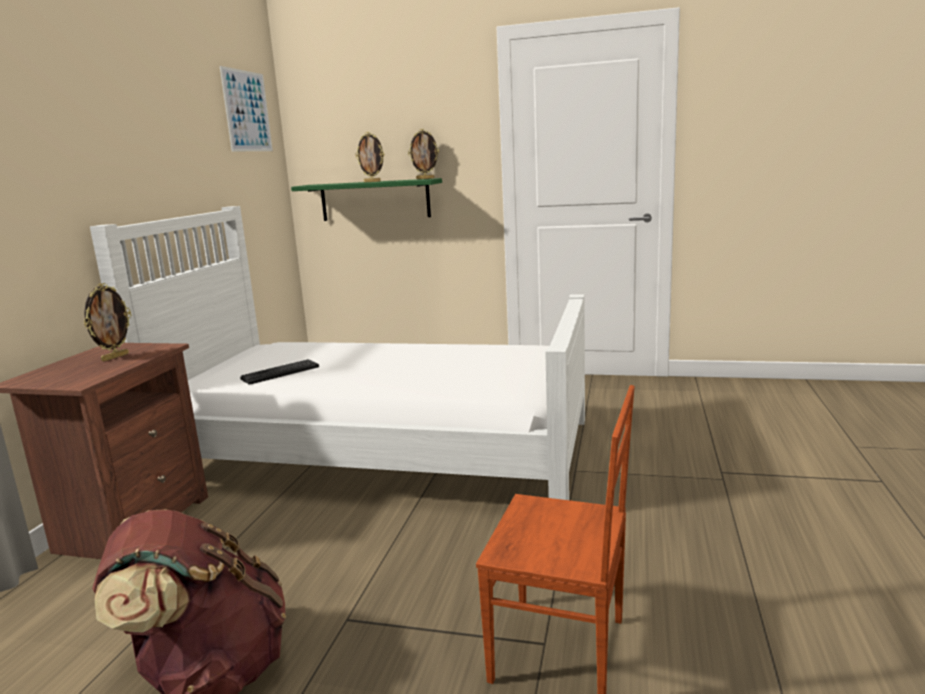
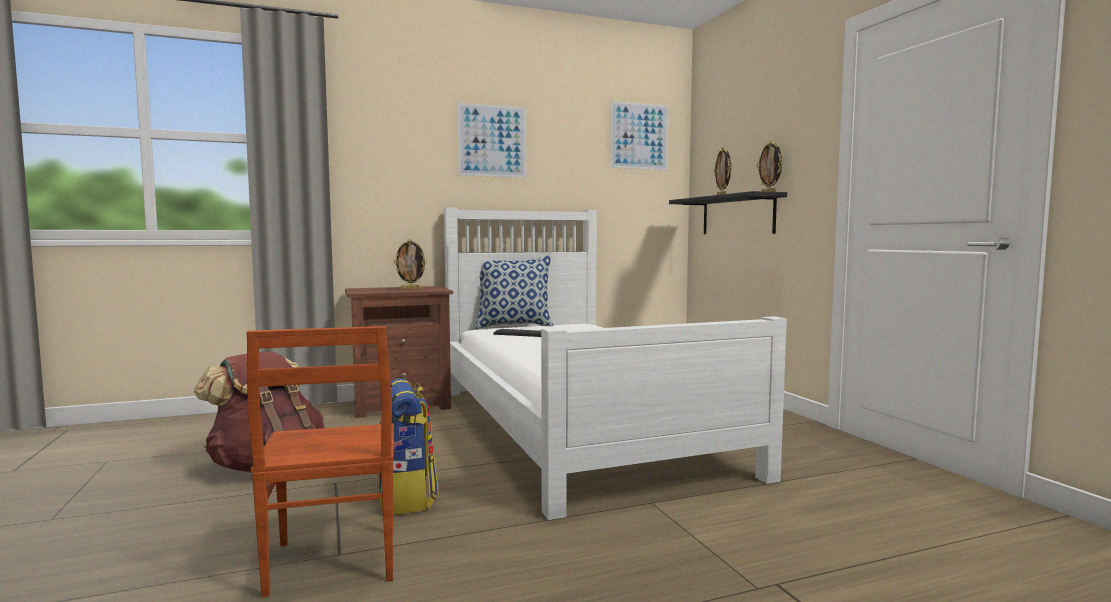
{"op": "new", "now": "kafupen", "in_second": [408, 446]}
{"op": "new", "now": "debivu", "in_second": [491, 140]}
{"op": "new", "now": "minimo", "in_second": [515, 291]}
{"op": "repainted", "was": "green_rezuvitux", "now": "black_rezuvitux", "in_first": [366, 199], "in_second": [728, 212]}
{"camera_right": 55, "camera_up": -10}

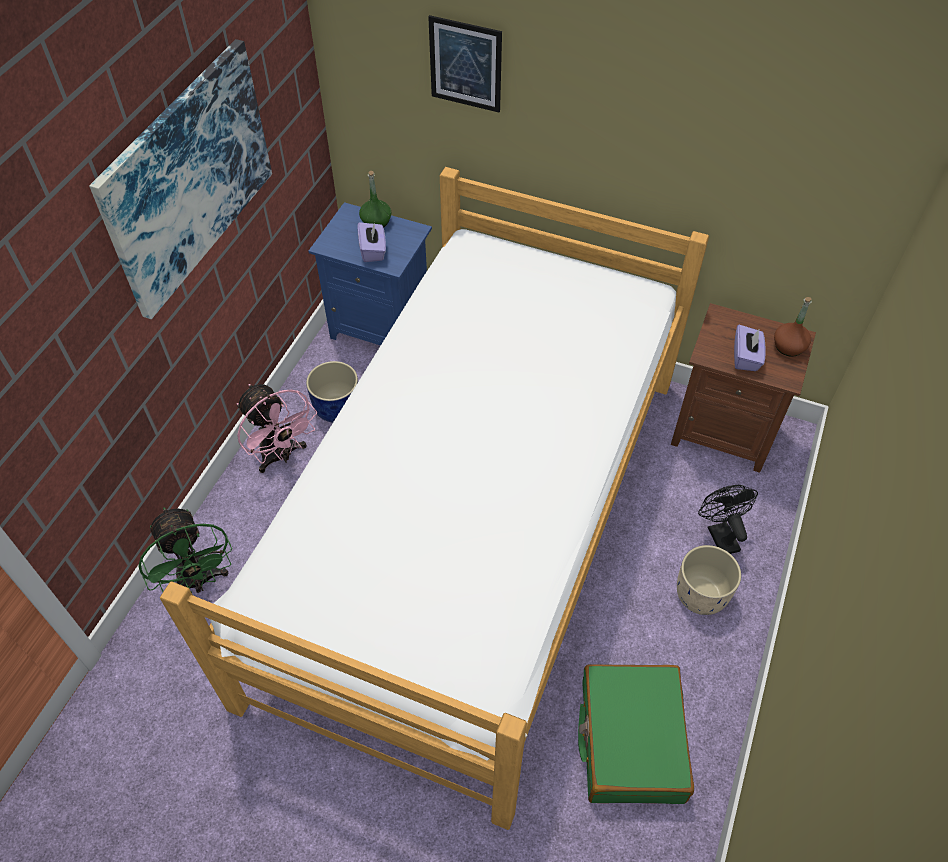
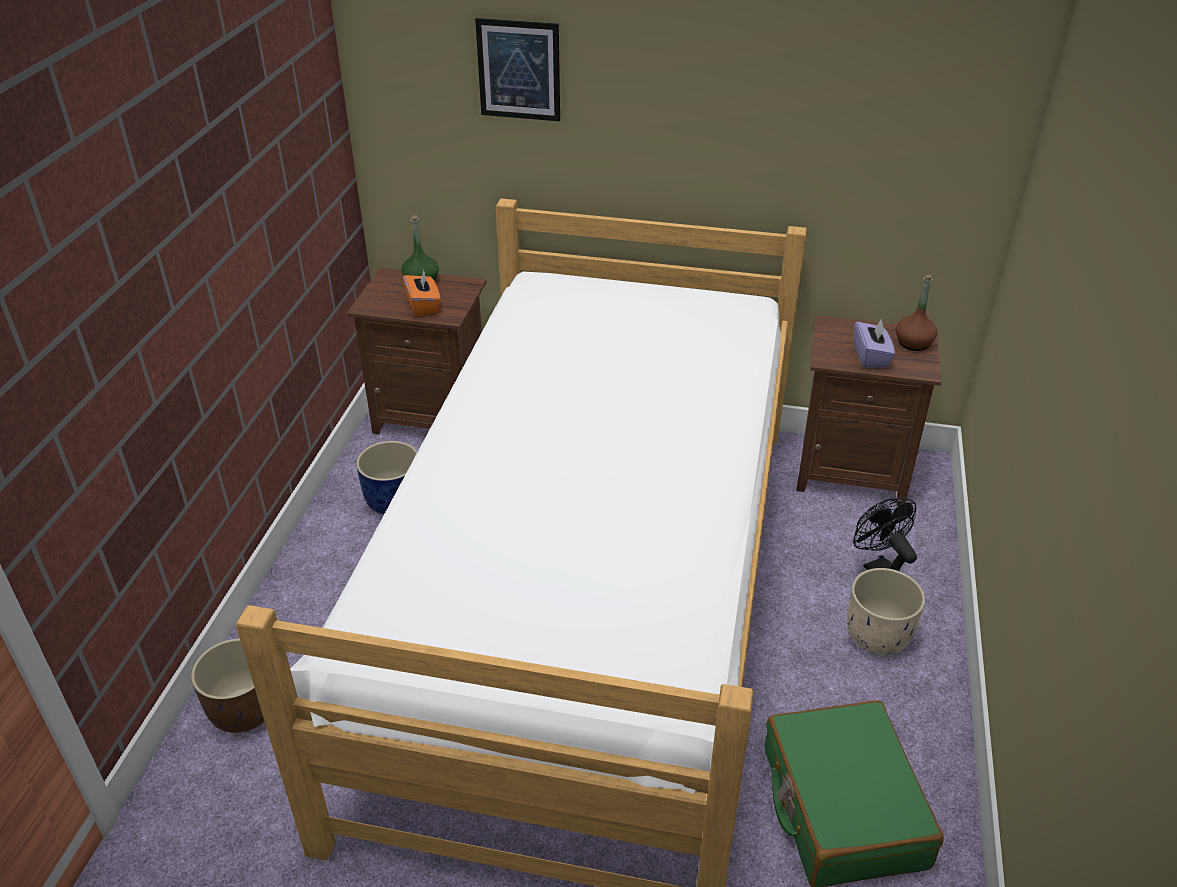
{"op": "gone", "was": "debivu", "in_first": [180, 179]}
{"op": "gone", "was": "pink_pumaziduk", "in_first": [277, 428]}
{"op": "swapped", "was": "green_pumaziduk", "now": "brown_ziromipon", "in_first": [185, 550], "in_second": [228, 685]}
{"op": "repainted", "was": "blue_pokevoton", "now": "brown_pokevoton", "in_first": [370, 274], "in_second": [417, 351]}
{"op": "repainted", "was": "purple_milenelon", "now": "orange_milenelon", "in_first": [371, 242], "in_second": [421, 293]}
{"camera_right": -10, "camera_up": -15}

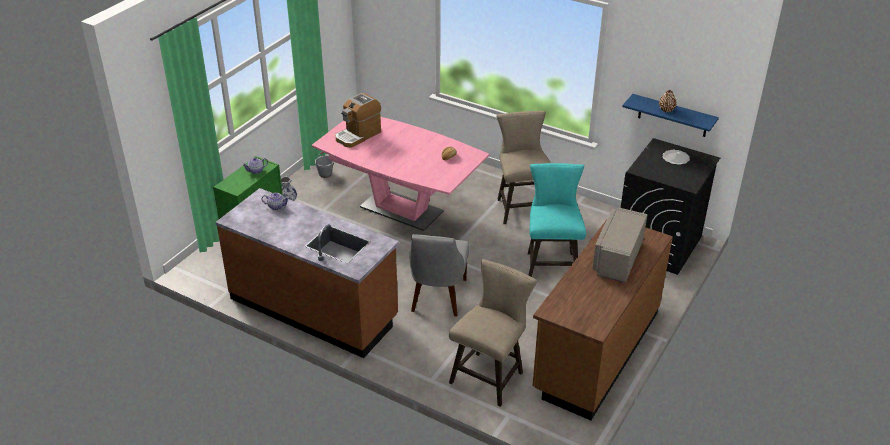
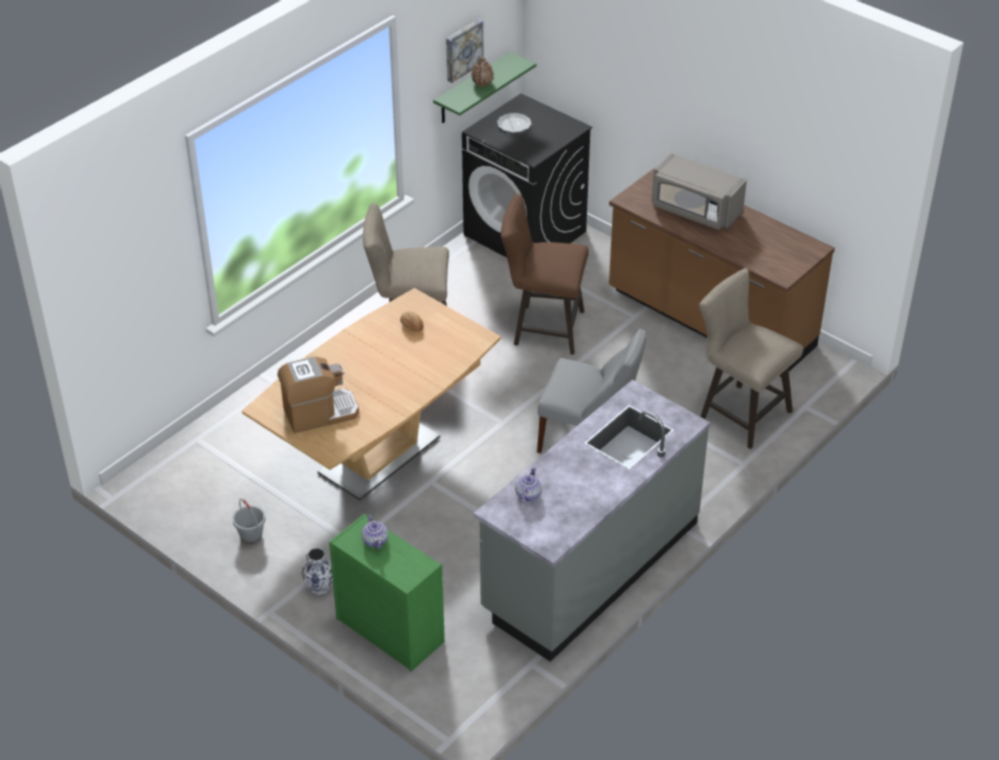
{"op": "new", "now": "debivu", "in_second": [465, 51]}
{"op": "repainted", "was": "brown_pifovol", "now": "grey_pifovol", "in_first": [307, 273], "in_second": [592, 521]}
{"op": "repainted", "was": "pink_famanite", "now": "brown_famanite", "in_first": [400, 174], "in_second": [371, 394]}
{"op": "repainted", "was": "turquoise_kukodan", "now": "brown_kukodan", "in_first": [557, 220], "in_second": [545, 274]}
{"op": "repainted", "was": "blue_rezuvitux", "now": "green_rezuvitux", "in_first": [670, 115], "in_second": [484, 87]}
{"op": "rotated", "was": "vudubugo", "in_first": [358, 120], "in_second": [318, 395], "clockwise": -75}
{"camera_right": -80, "camera_up": 5}

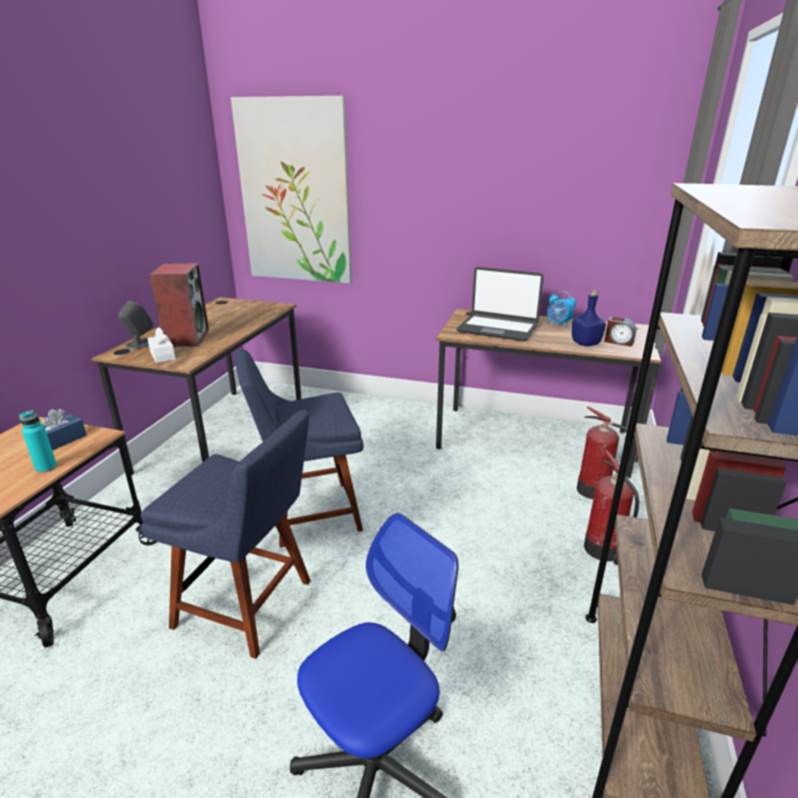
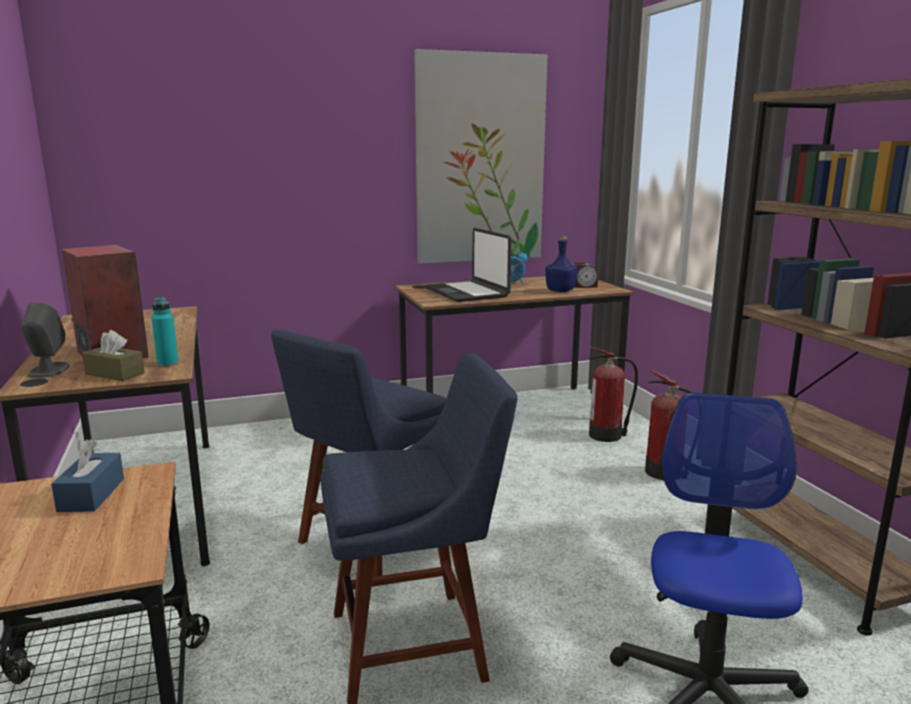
{"op": "shifted", "was": "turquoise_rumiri", "in_first": [38, 441], "in_second": [165, 332]}
{"op": "shifted", "was": "debivu", "in_first": [291, 189], "in_second": [480, 156]}
{"op": "repainted", "was": "white_milenelon", "now": "brown_milenelon", "in_first": [161, 345], "in_second": [113, 355]}
{"op": "rotated", "was": "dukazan", "in_first": [500, 304], "in_second": [468, 265], "clockwise": 75}
{"camera_right": -35, "camera_up": -10}

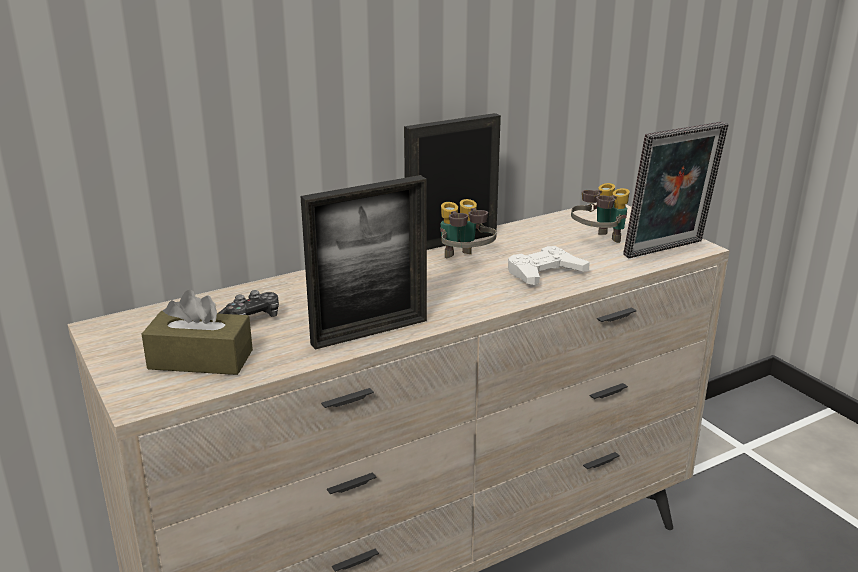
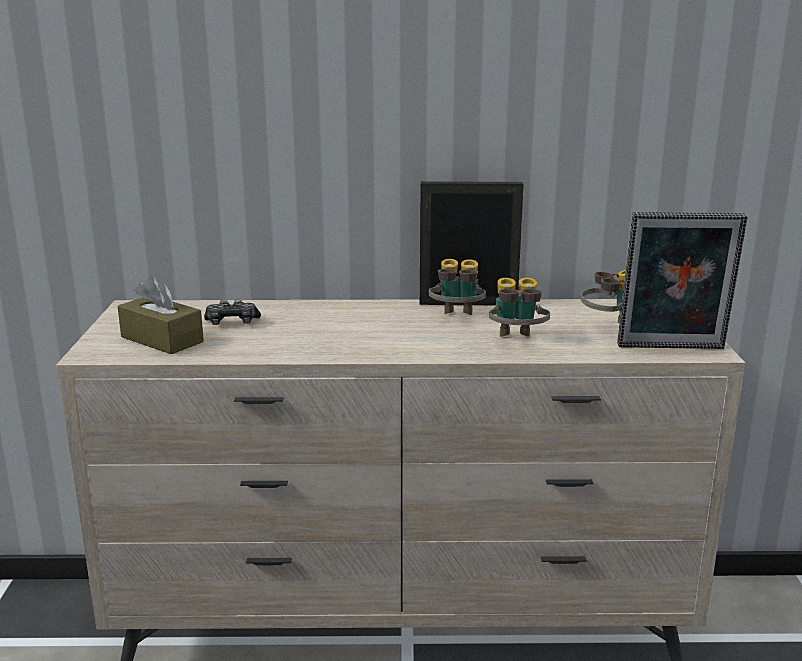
{"op": "gone", "was": "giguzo", "in_first": [363, 262]}
{"op": "swapped", "was": "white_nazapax", "now": "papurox", "in_first": [549, 265], "in_second": [519, 307]}
{"camera_right": 30, "camera_up": -5}

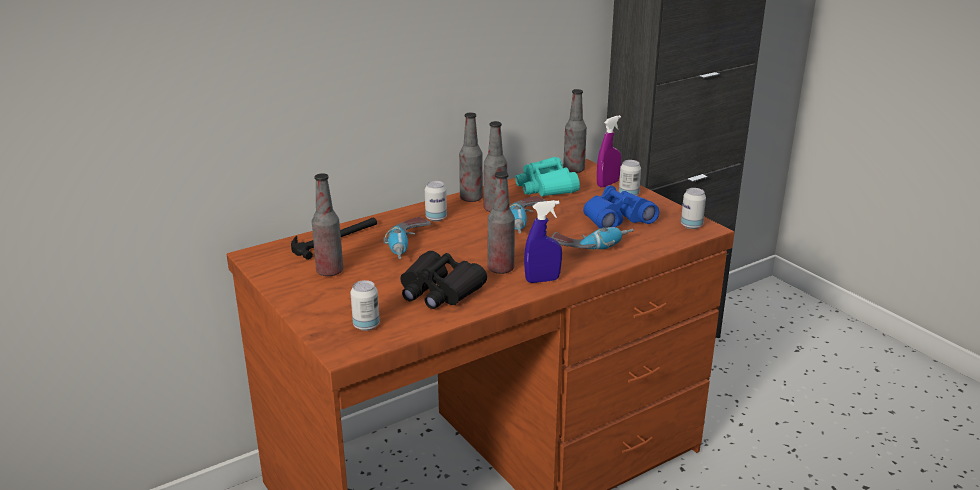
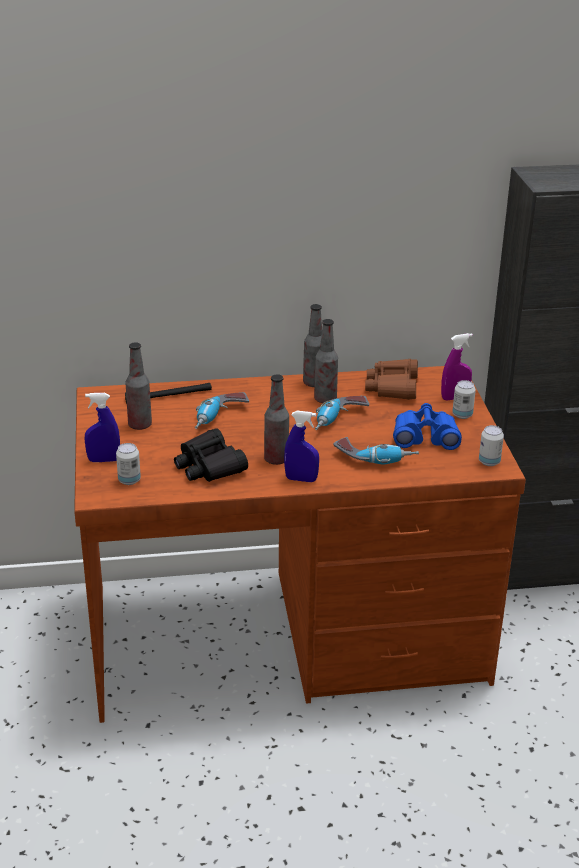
{"op": "gone", "was": "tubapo", "in_first": [436, 201]}
{"op": "gone", "was": "rumiri", "in_first": [575, 131]}
{"op": "new", "now": "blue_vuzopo", "in_second": [102, 427]}
{"op": "repainted", "was": "turquoise_papurox", "now": "brown_papurox", "in_first": [547, 177], "in_second": [391, 379]}
{"camera_right": 25, "camera_up": 5}

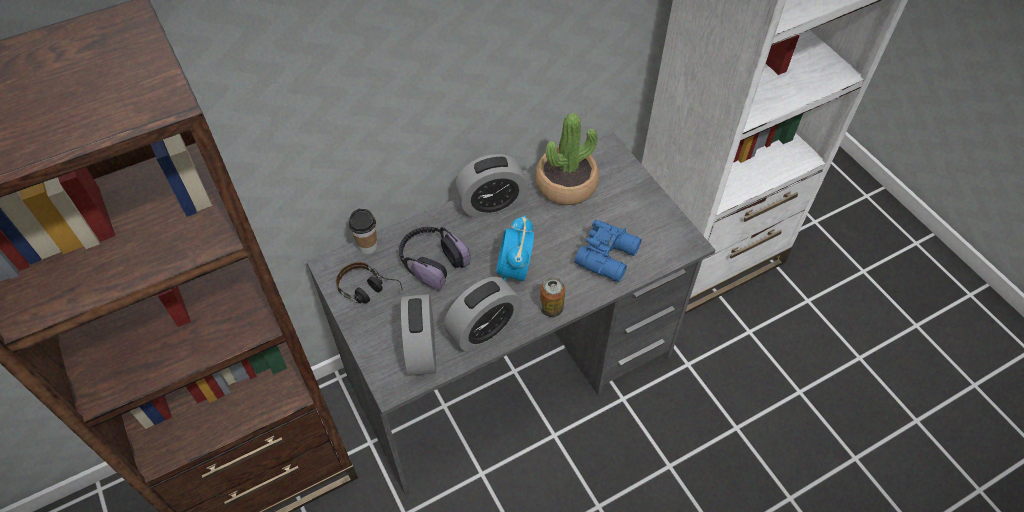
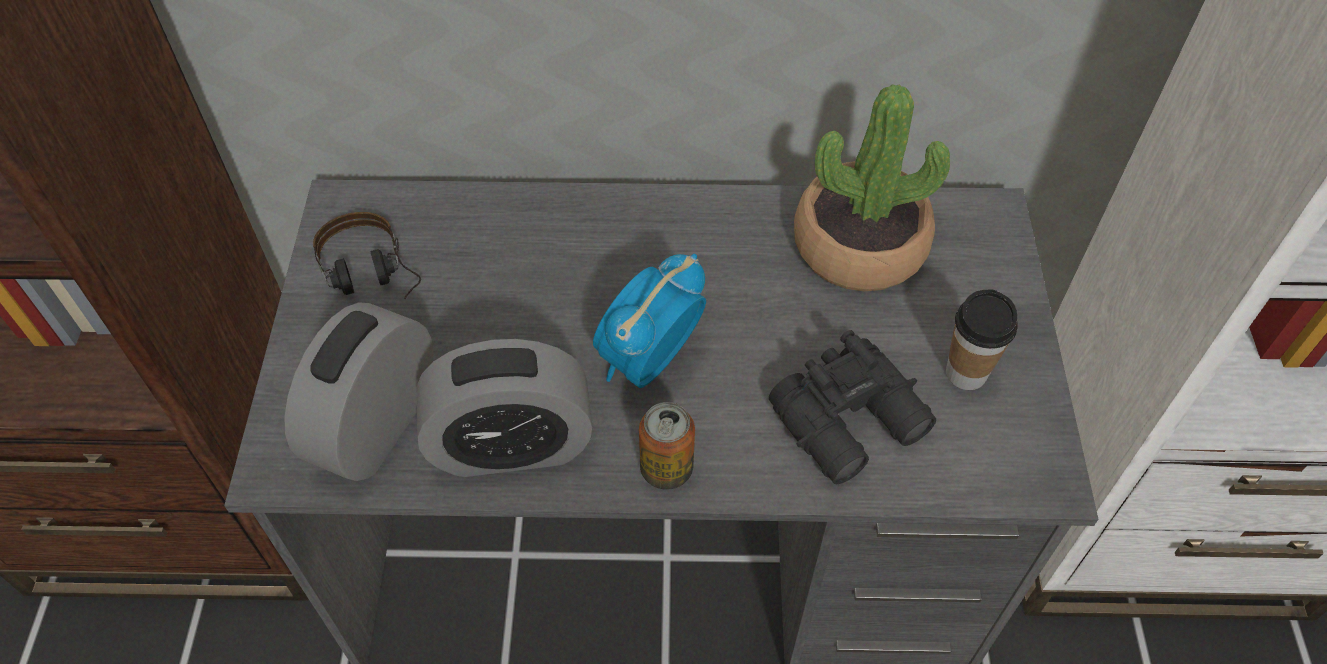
{"op": "gone", "was": "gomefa", "in_first": [435, 258]}
{"op": "gone", "was": "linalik", "in_first": [491, 186]}
{"op": "shifted", "was": "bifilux", "in_first": [363, 231], "in_second": [982, 340]}
{"op": "repainted", "was": "blue_papurox", "now": "black_papurox", "in_first": [608, 250], "in_second": [852, 407]}
{"camera_right": 30, "camera_up": 0}

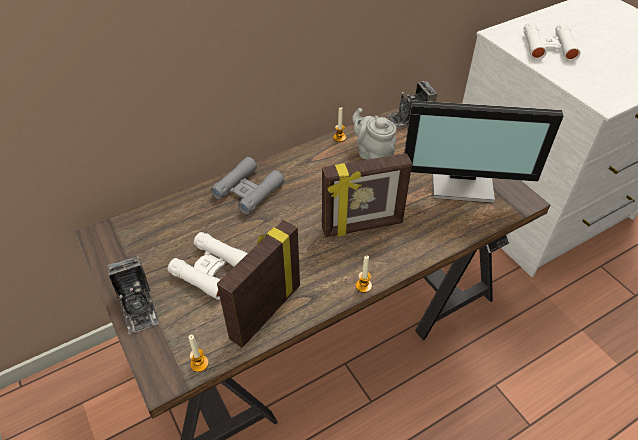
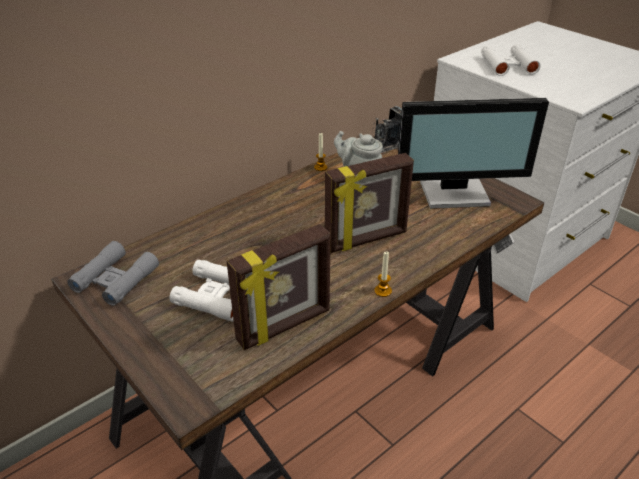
{"op": "gone", "was": "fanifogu", "in_first": [133, 295]}
{"op": "gone", "was": "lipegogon", "in_first": [198, 353]}
{"op": "shifted", "was": "grey_papurox", "in_first": [247, 185], "in_second": [113, 273]}
{"op": "rotated", "was": "giguzo", "in_first": [258, 284], "in_second": [279, 287], "clockwise": -150}
{"camera_right": -10, "camera_up": -10}

